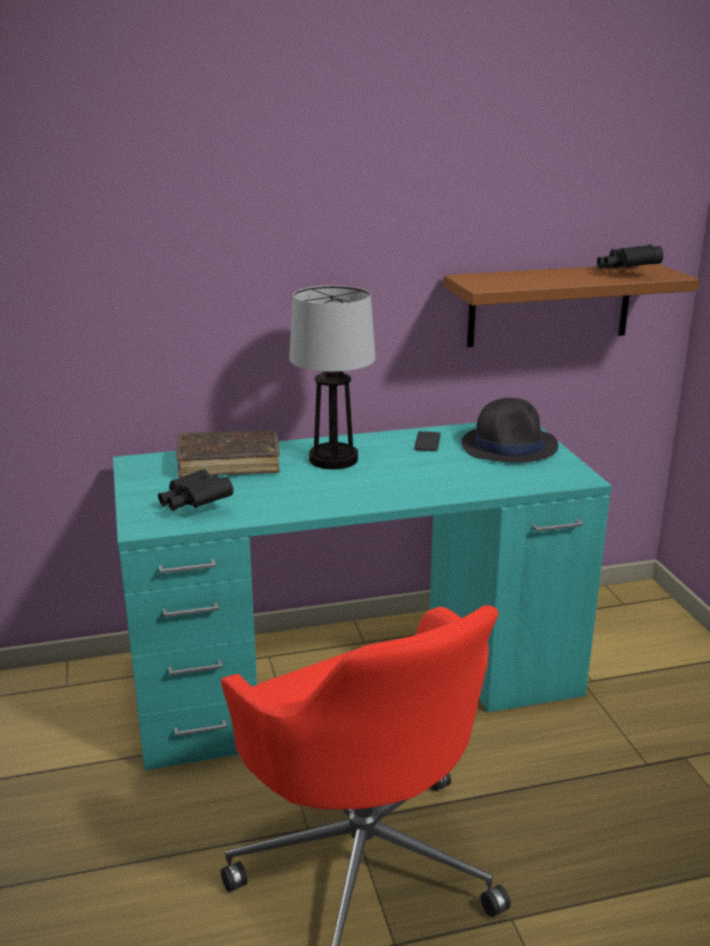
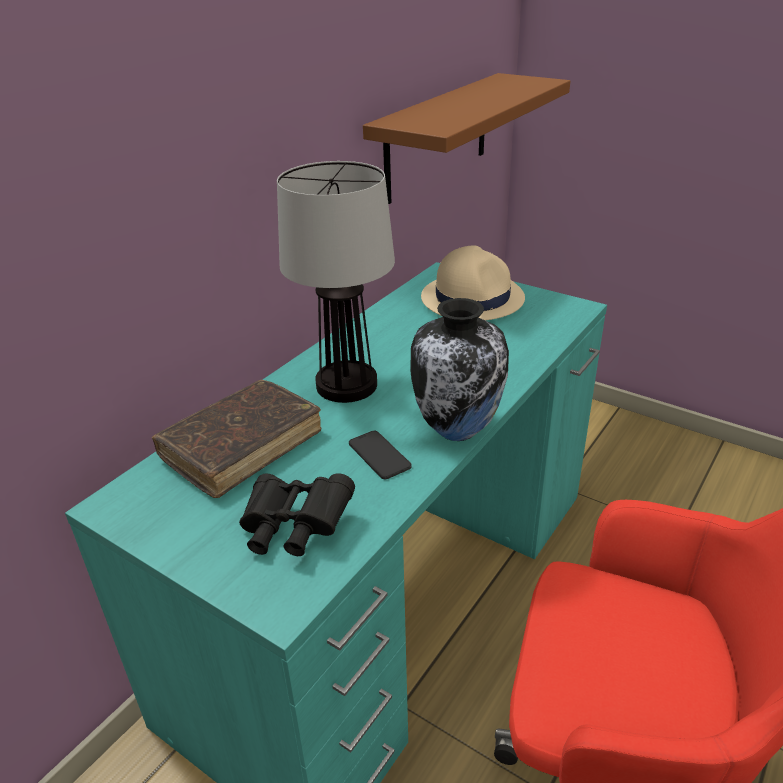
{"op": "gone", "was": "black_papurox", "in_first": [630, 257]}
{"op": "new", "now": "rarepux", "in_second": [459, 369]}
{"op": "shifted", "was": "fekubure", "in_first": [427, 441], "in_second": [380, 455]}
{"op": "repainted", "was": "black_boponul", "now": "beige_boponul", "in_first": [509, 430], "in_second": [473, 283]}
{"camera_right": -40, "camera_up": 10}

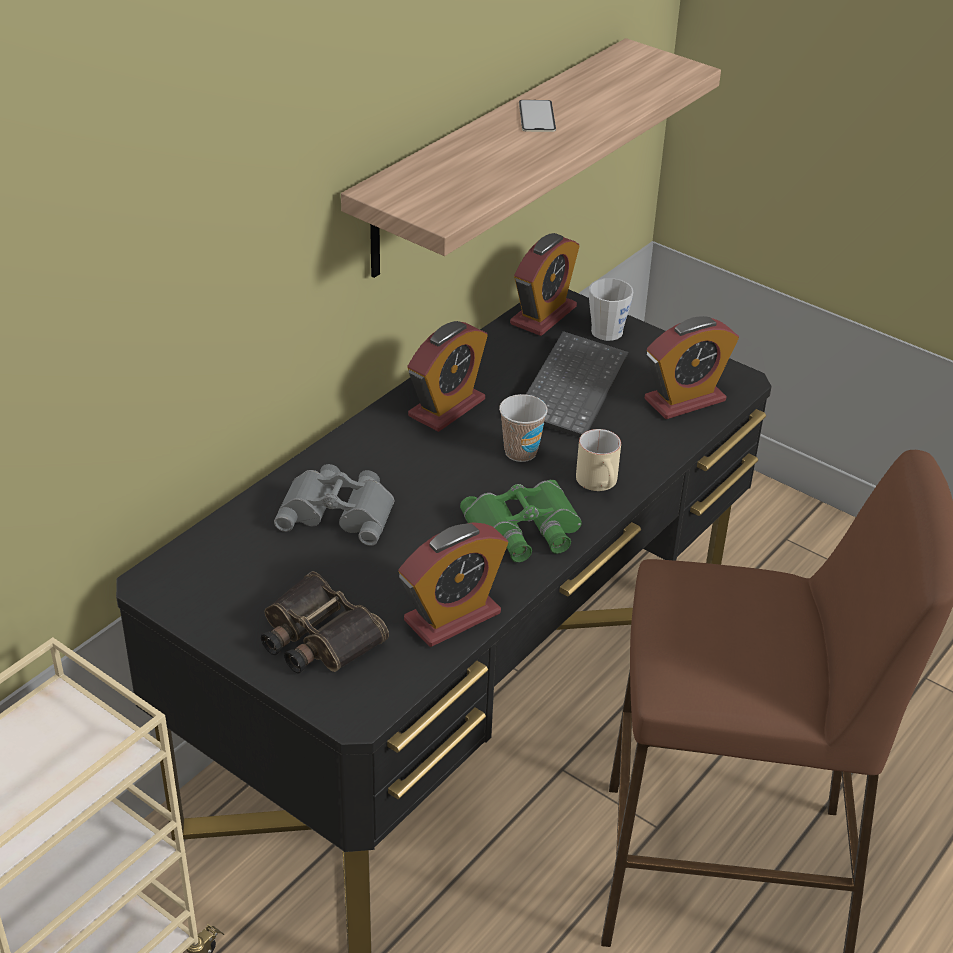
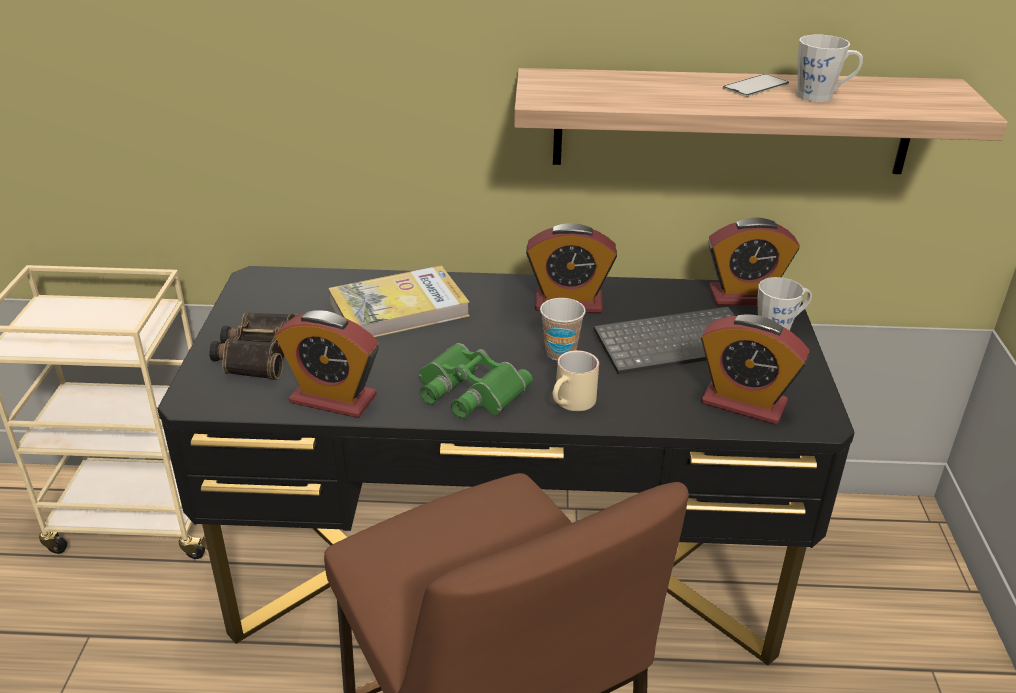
{"op": "new", "now": "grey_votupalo", "in_second": [829, 68]}
{"op": "swapped", "was": "grey_papurox", "now": "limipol", "in_first": [334, 505], "in_second": [399, 301]}
{"camera_right": 55, "camera_up": -5}

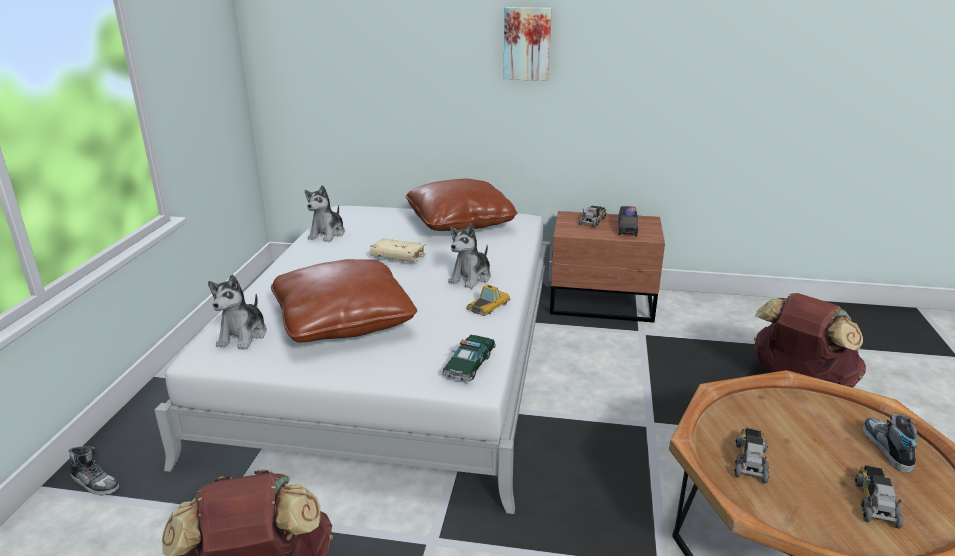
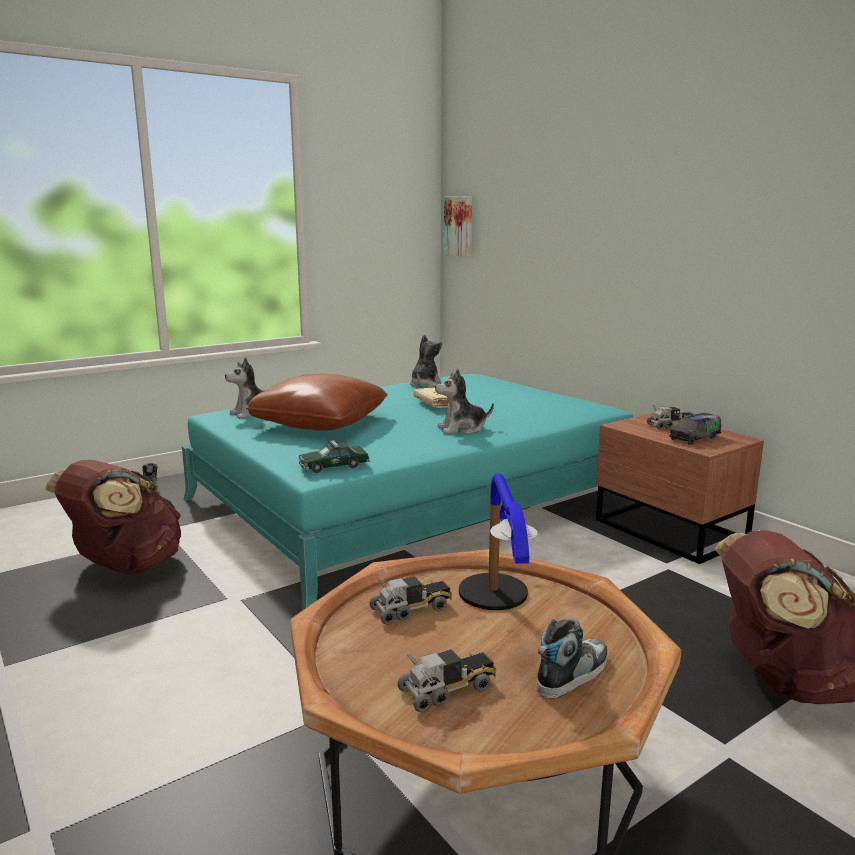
{"op": "gone", "was": "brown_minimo", "in_first": [461, 204]}
{"op": "gone", "was": "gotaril", "in_first": [488, 300]}
{"op": "new", "now": "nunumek", "in_second": [498, 541]}
{"op": "shifted", "was": "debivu", "in_first": [527, 44], "in_second": [458, 226]}
{"op": "repainted", "was": "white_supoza", "now": "turquoise_supoza", "in_first": [352, 360], "in_second": [407, 492]}
{"op": "rotated", "was": "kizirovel", "in_first": [325, 213], "in_second": [426, 360], "clockwise": 135}
{"camera_right": 45, "camera_up": -10}

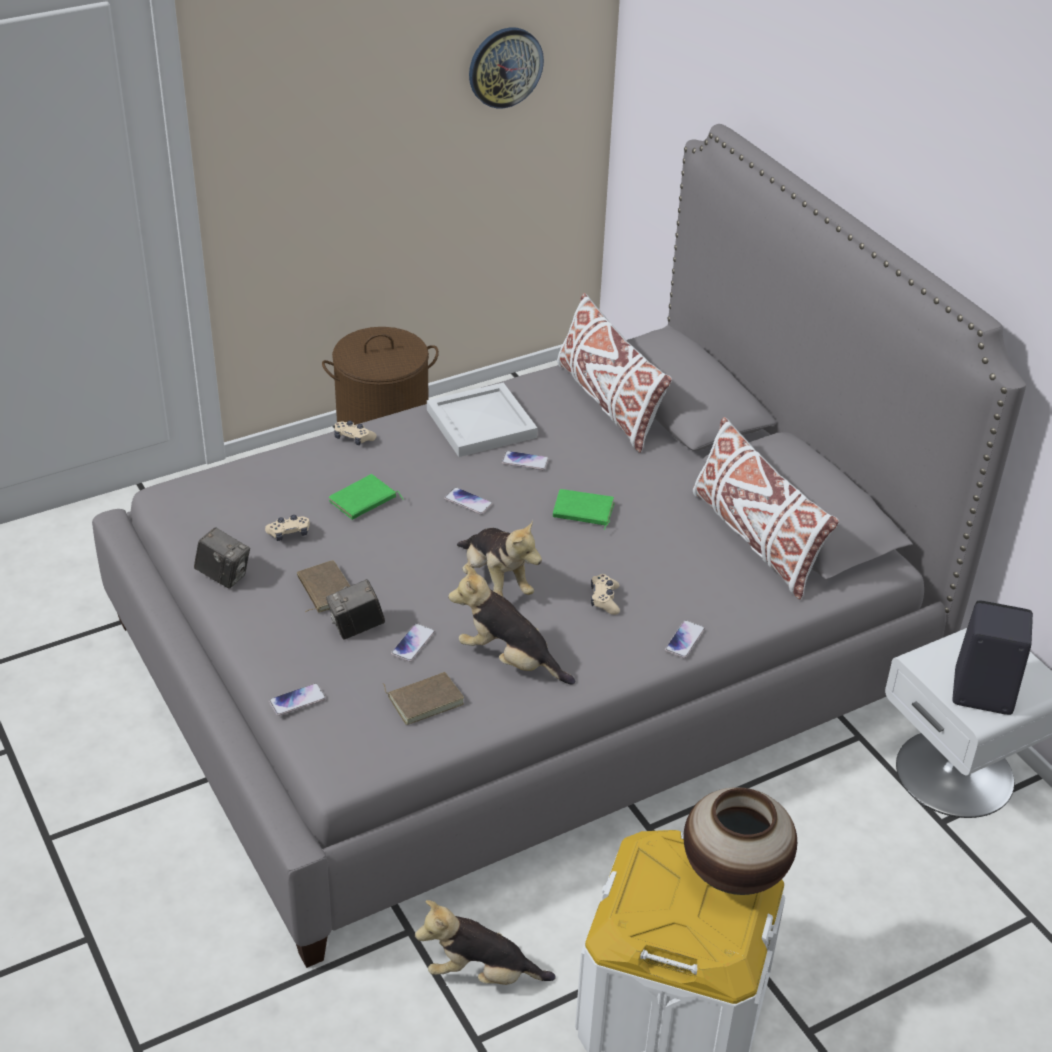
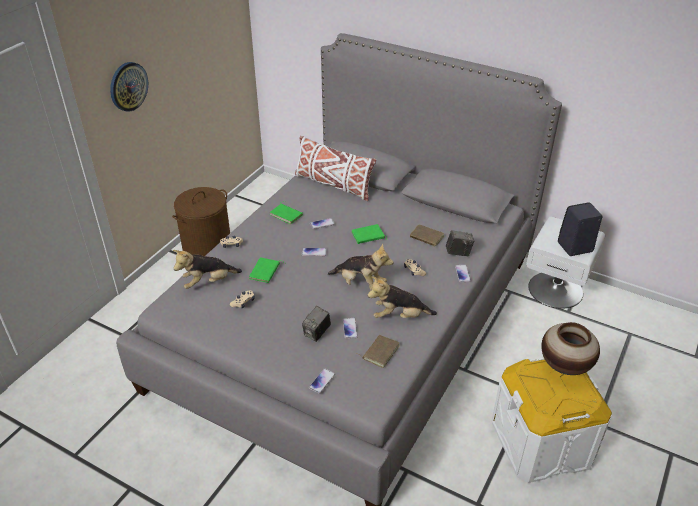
{"op": "gone", "was": "white_minimo", "in_first": [766, 508]}
{"op": "shifted", "was": "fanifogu", "in_first": [222, 558], "in_second": [460, 243]}
{"op": "shifted", "was": "brown_limipol", "in_first": [323, 586], "in_second": [427, 236]}
{"op": "shifted", "was": "kizirovel", "in_first": [485, 942], "in_second": [207, 269]}
{"op": "shifted", "was": "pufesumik", "in_first": [506, 67], "in_second": [129, 87]}
{"op": "swapped", "was": "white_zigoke", "now": "green_limipol", "in_first": [482, 420], "in_second": [286, 212]}
{"camera_right": -30, "camera_up": 0}

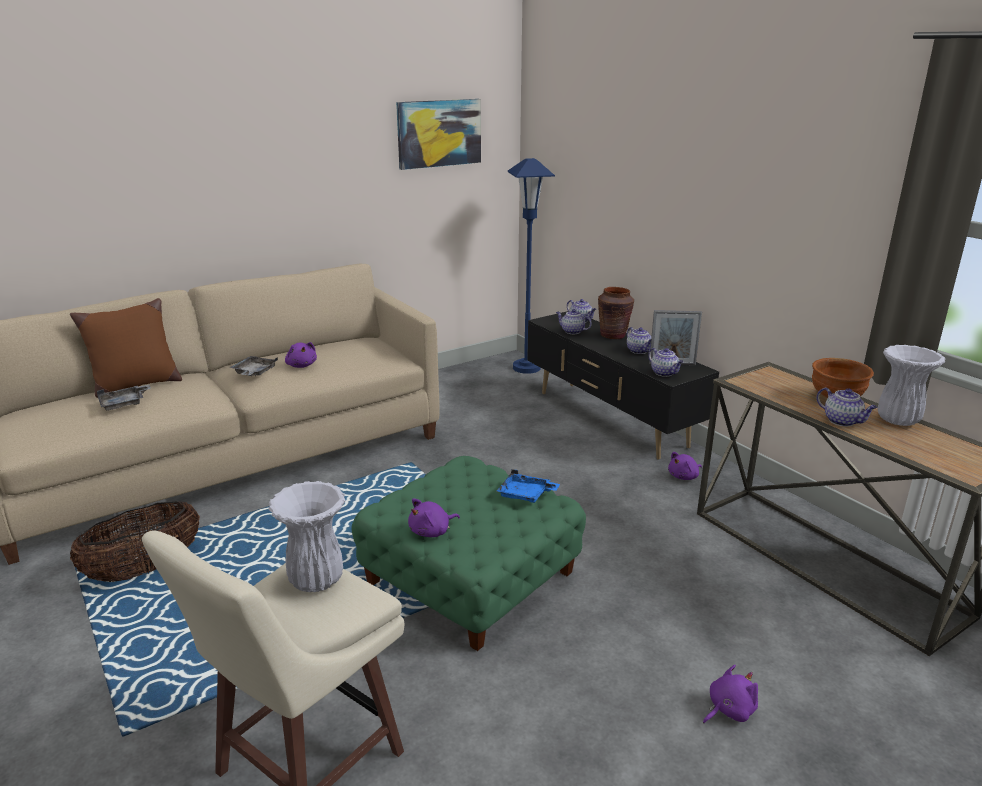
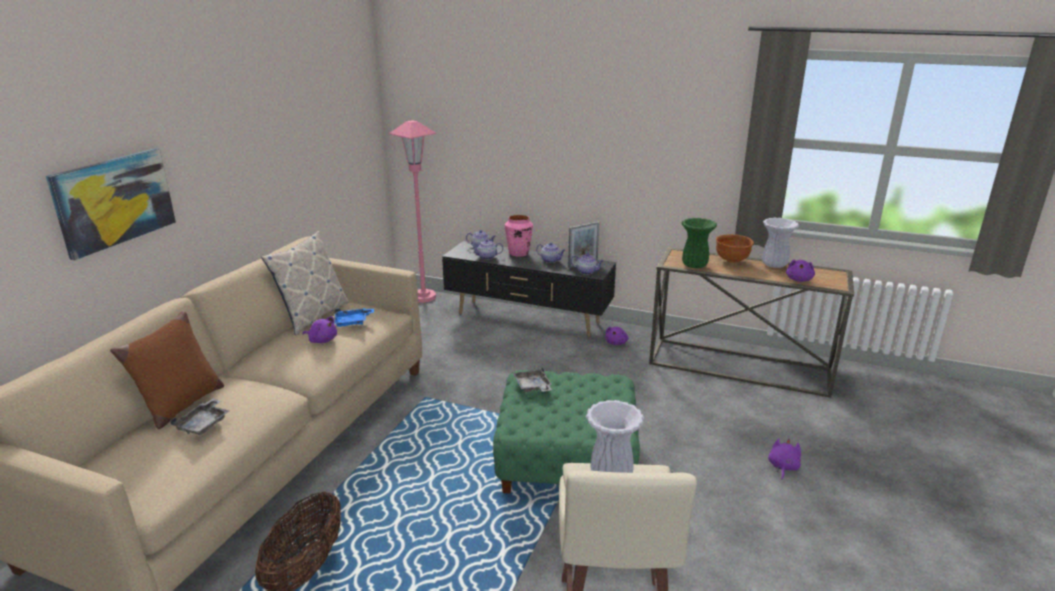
{"op": "gone", "was": "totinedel", "in_first": [847, 407]}
{"op": "new", "now": "minimo", "in_second": [305, 283]}
{"op": "new", "now": "green_rarepux", "in_second": [699, 243]}
{"op": "shifted", "was": "grey_zigoke", "in_first": [253, 366], "in_second": [532, 379]}
{"op": "shifted", "was": "debivu", "in_first": [438, 134], "in_second": [111, 204]}
{"op": "shifted", "was": "purple_kizirovel", "in_first": [434, 517], "in_second": [800, 271]}
{"op": "shifted", "was": "blue_zigoke", "in_first": [528, 486], "in_second": [354, 317]}
{"op": "repainted", "was": "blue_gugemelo", "now": "pink_gugemelo", "in_first": [531, 266], "in_second": [412, 211]}
{"op": "repainted", "was": "brown_rarepux", "now": "pink_rarepux", "in_first": [616, 313], "in_second": [518, 235]}
{"camera_right": -35, "camera_up": 0}

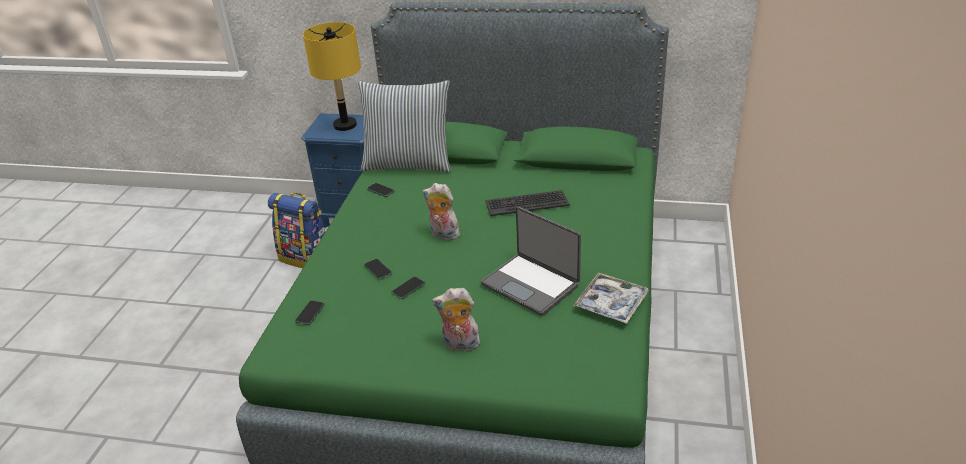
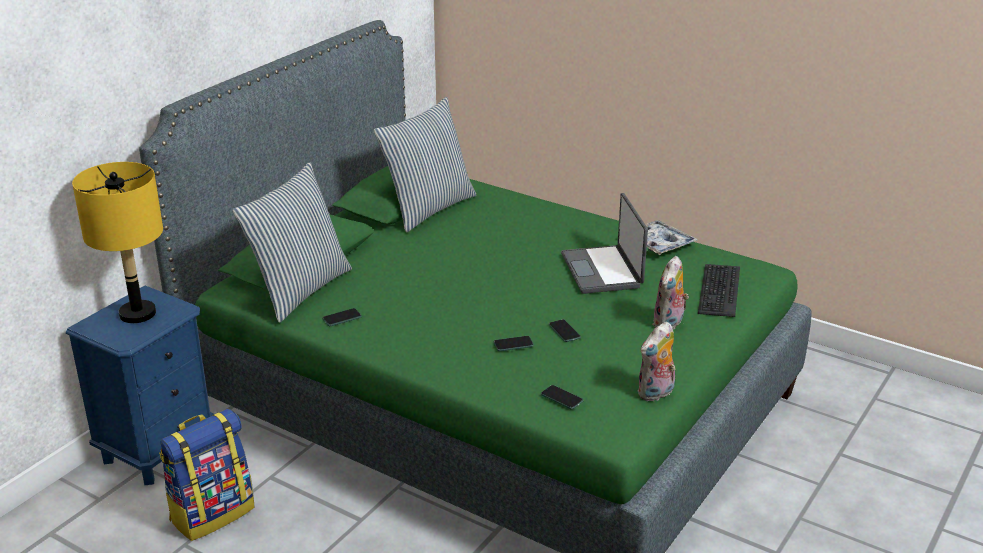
{"op": "new", "now": "minimo", "in_second": [425, 164]}
{"op": "shifted", "was": "kizirovel", "in_first": [441, 211], "in_second": [656, 361]}
{"op": "shifted", "was": "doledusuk", "in_first": [528, 203], "in_second": [719, 290]}
{"op": "rotated", "was": "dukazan", "in_first": [531, 261], "in_second": [604, 243], "clockwise": 105}
{"camera_right": -70, "camera_up": -5}

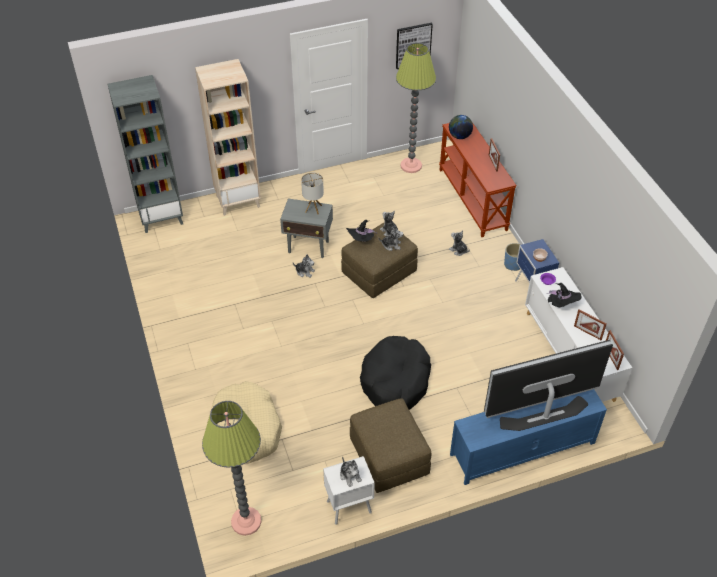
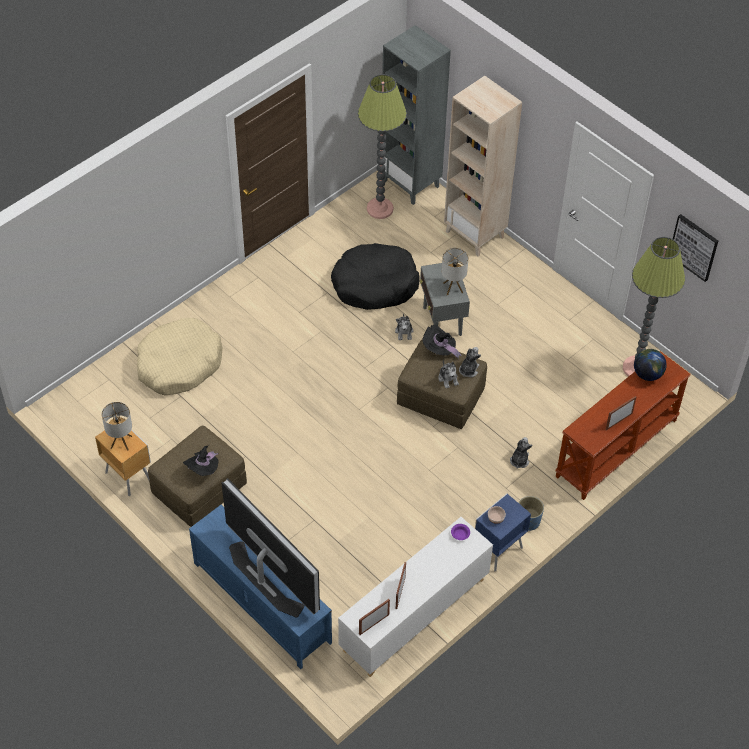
{"op": "shifted", "was": "gugemelo", "in_first": [231, 468], "in_second": [382, 146]}
{"op": "shifted", "was": "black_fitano", "in_first": [395, 373], "in_second": [375, 276]}
{"op": "shifted", "was": "black_boponul", "in_first": [564, 295], "in_second": [201, 460]}
{"op": "swapped", "was": "kizirovel", "now": "nunumek", "in_first": [351, 471], "in_second": [117, 426]}
{"op": "repainted", "was": "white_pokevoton", "now": "brown_pokevoton", "in_first": [349, 490], "in_second": [123, 462]}
{"camera_right": 65, "camera_up": 5}

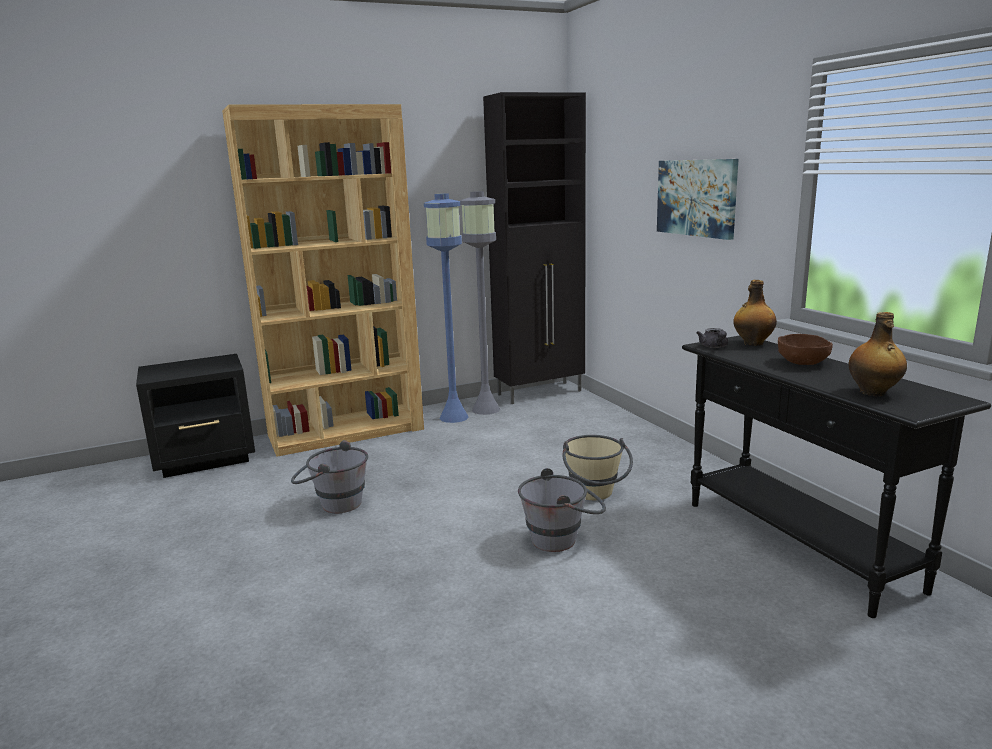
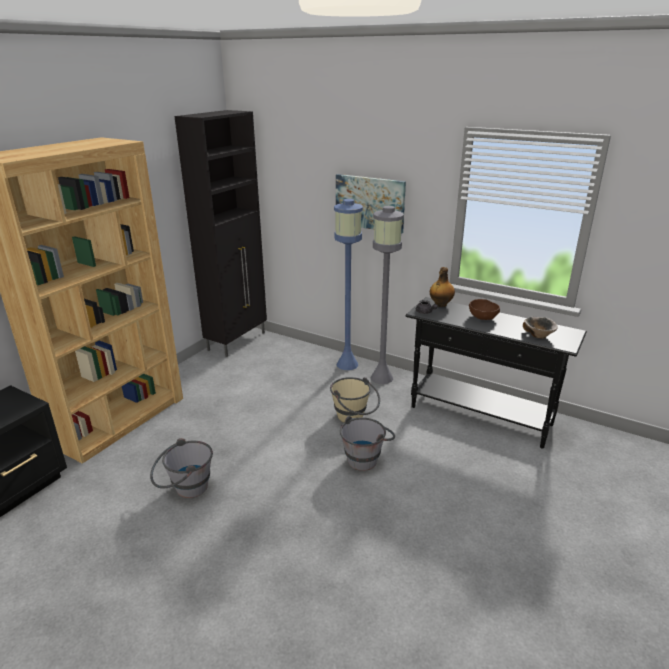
{"op": "shifted", "was": "blue_gugemelo", "in_first": [446, 308], "in_second": [348, 284]}
{"op": "shifted", "was": "grey_gugemelo", "in_first": [480, 303], "in_second": [387, 295]}
{"op": "swapped", "was": "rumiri", "now": "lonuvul", "in_first": [878, 354], "in_second": [540, 328]}
{"camera_right": -35, "camera_up": 10}

